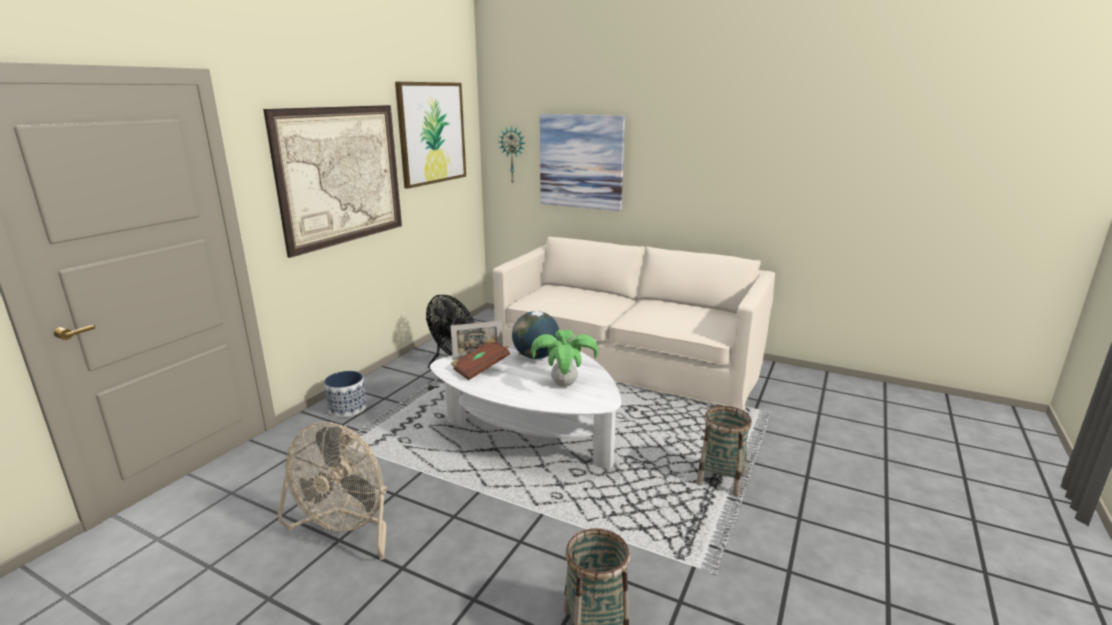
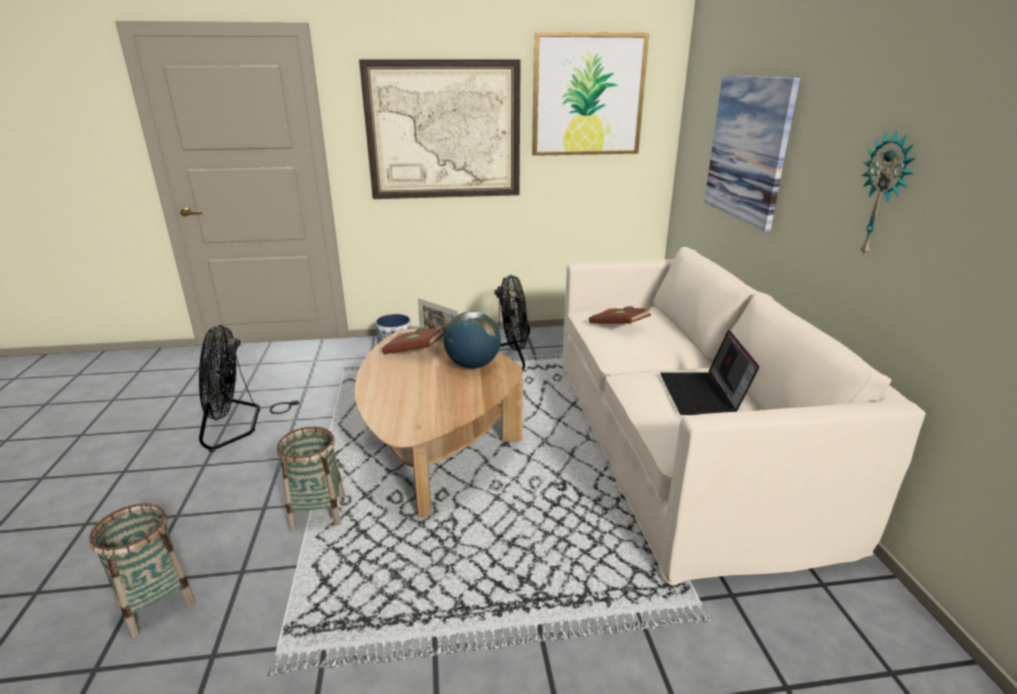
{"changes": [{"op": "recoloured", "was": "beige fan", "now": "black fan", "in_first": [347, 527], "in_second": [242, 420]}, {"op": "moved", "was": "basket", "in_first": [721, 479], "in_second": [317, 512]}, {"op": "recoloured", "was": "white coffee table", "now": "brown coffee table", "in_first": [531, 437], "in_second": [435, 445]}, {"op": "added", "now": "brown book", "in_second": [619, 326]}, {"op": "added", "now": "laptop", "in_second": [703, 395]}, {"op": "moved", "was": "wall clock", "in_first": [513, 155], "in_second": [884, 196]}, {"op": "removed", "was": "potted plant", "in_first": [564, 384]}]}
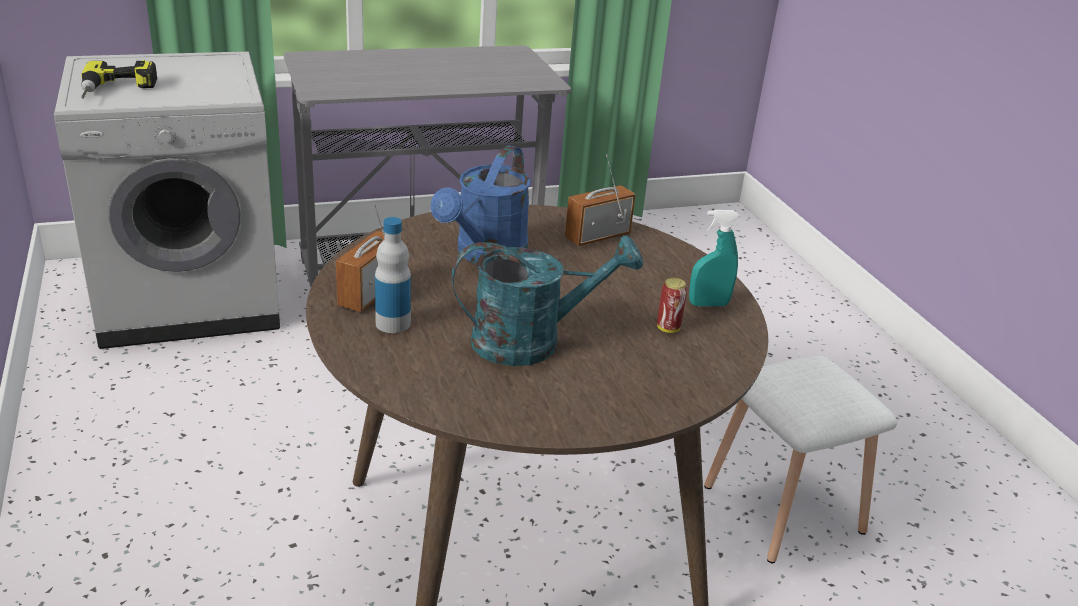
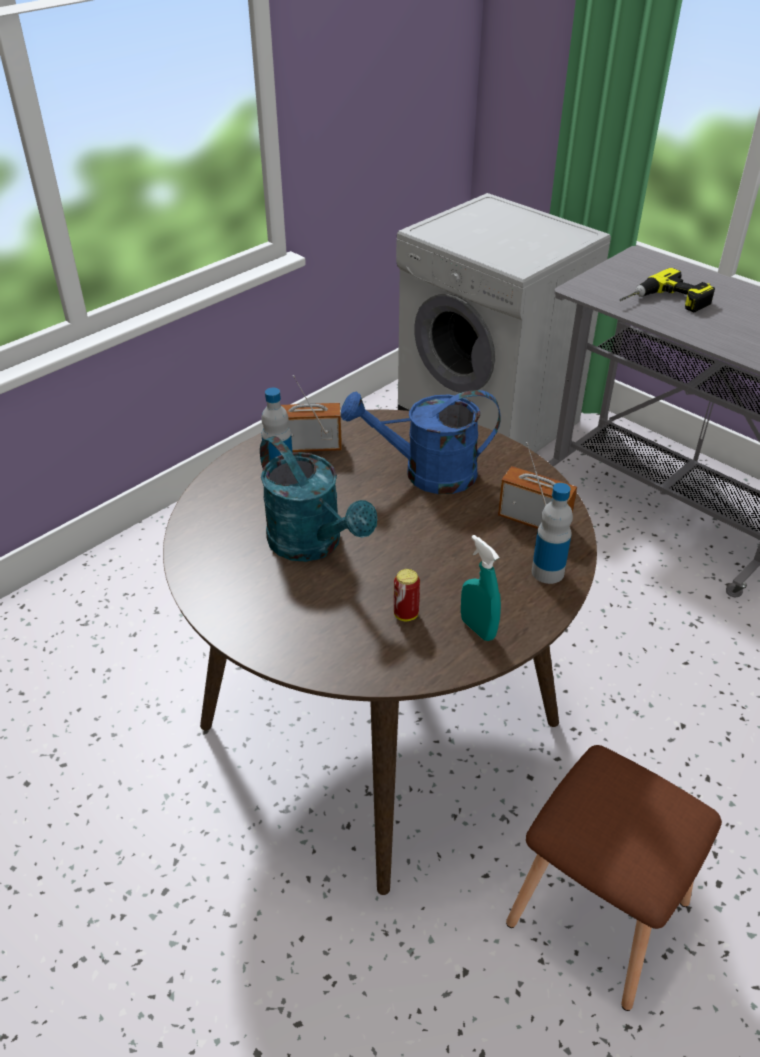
{"changes": [{"op": "recoloured", "was": "white stool", "now": "brown stool", "in_first": [786, 510], "in_second": [598, 916]}, {"op": "added", "now": "bottle", "in_second": [547, 572]}, {"op": "moved", "was": "power drill", "in_first": [117, 90], "in_second": [665, 303]}]}
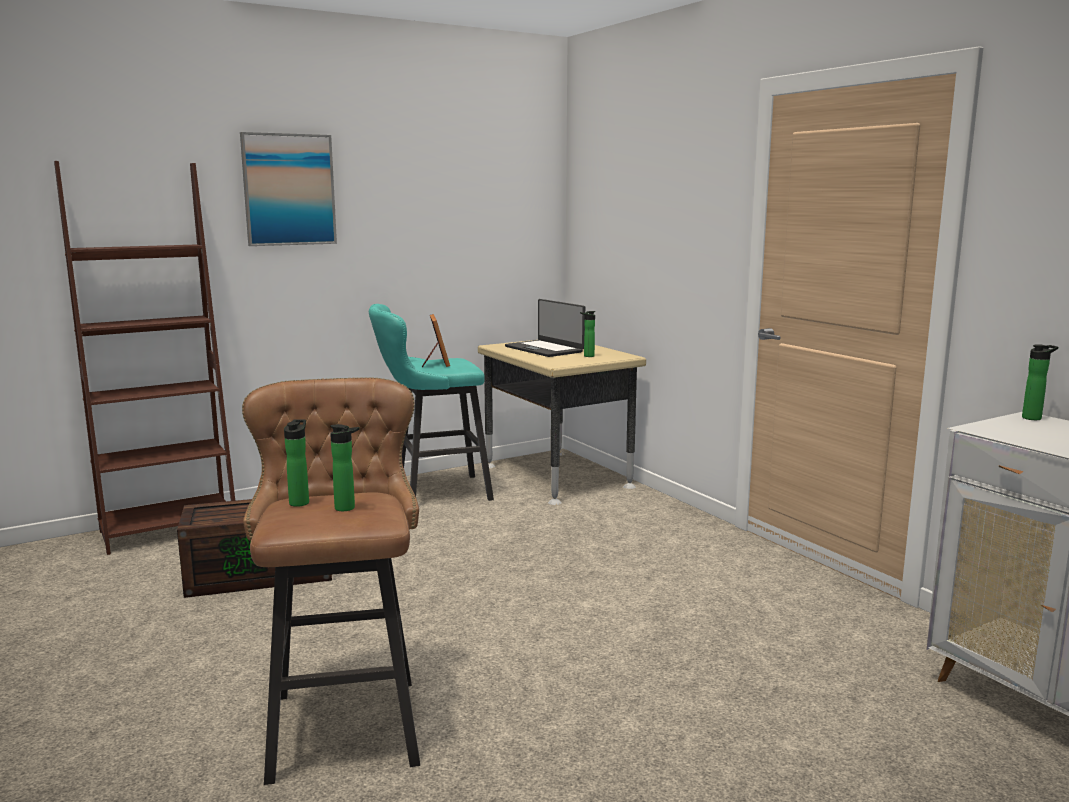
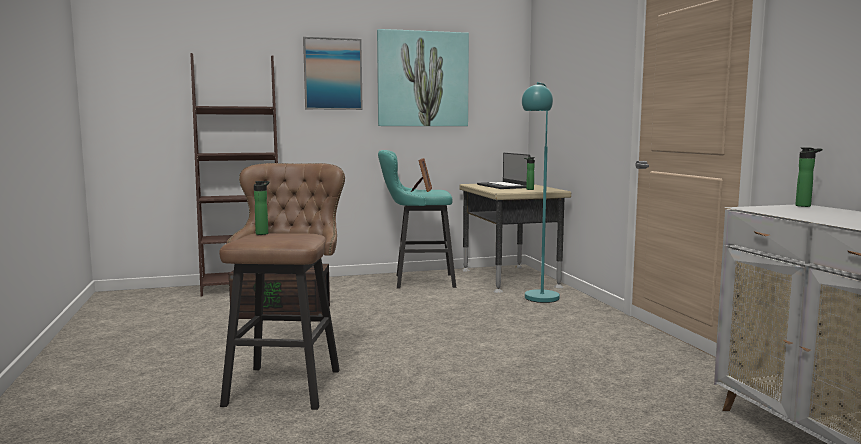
{"changes": [{"op": "added", "now": "picture", "in_second": [422, 79]}, {"op": "added", "now": "turquoise floor lamp", "in_second": [538, 301]}, {"op": "removed", "was": "bottle", "in_first": [348, 508]}]}
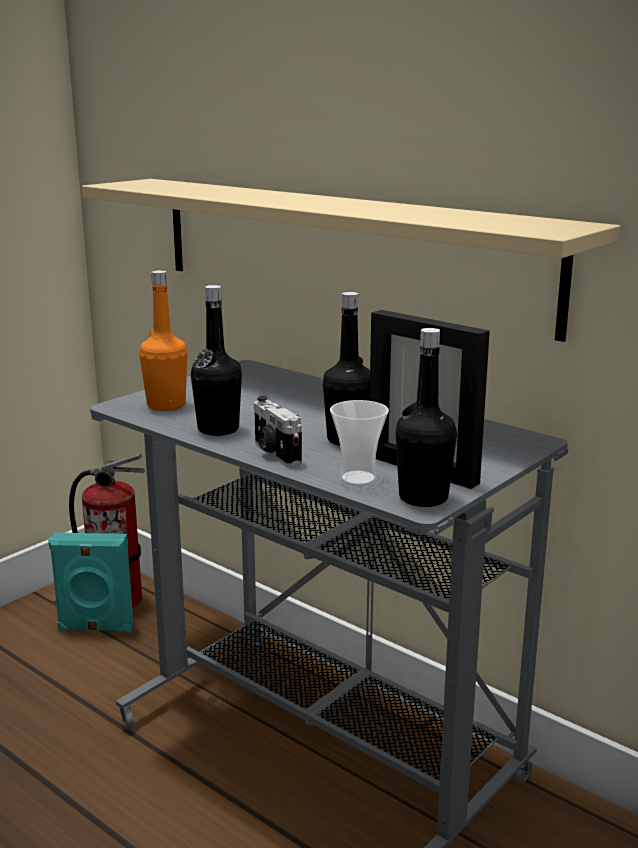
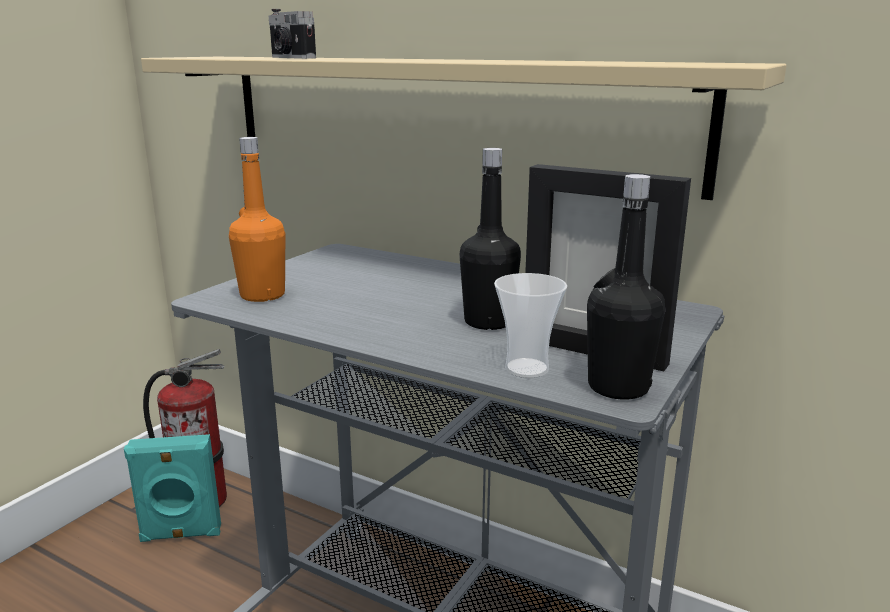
{"changes": [{"op": "moved", "was": "photo camera", "in_first": [275, 453], "in_second": [291, 58]}, {"op": "removed", "was": "black bottle", "in_first": [218, 429]}]}
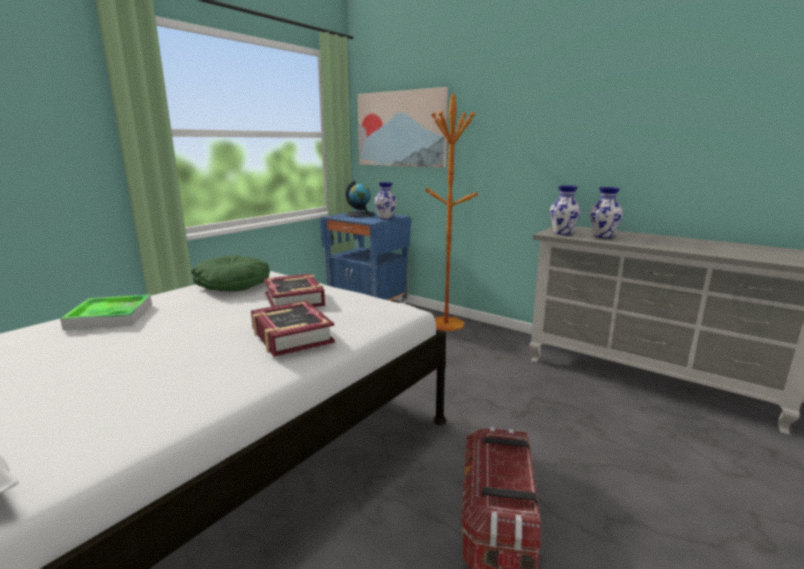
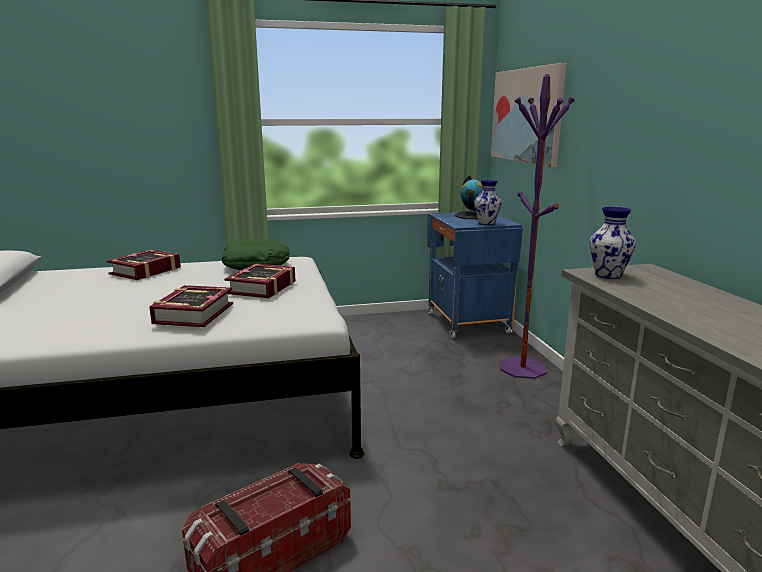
{"changes": [{"op": "replaced", "was": "tray", "now": "book", "in_first": [110, 316], "in_second": [146, 271]}, {"op": "recoloured", "was": "orange clothes rack", "now": "purple clothes rack", "in_first": [446, 323], "in_second": [523, 368]}, {"op": "removed", "was": "vase", "in_first": [603, 236]}]}
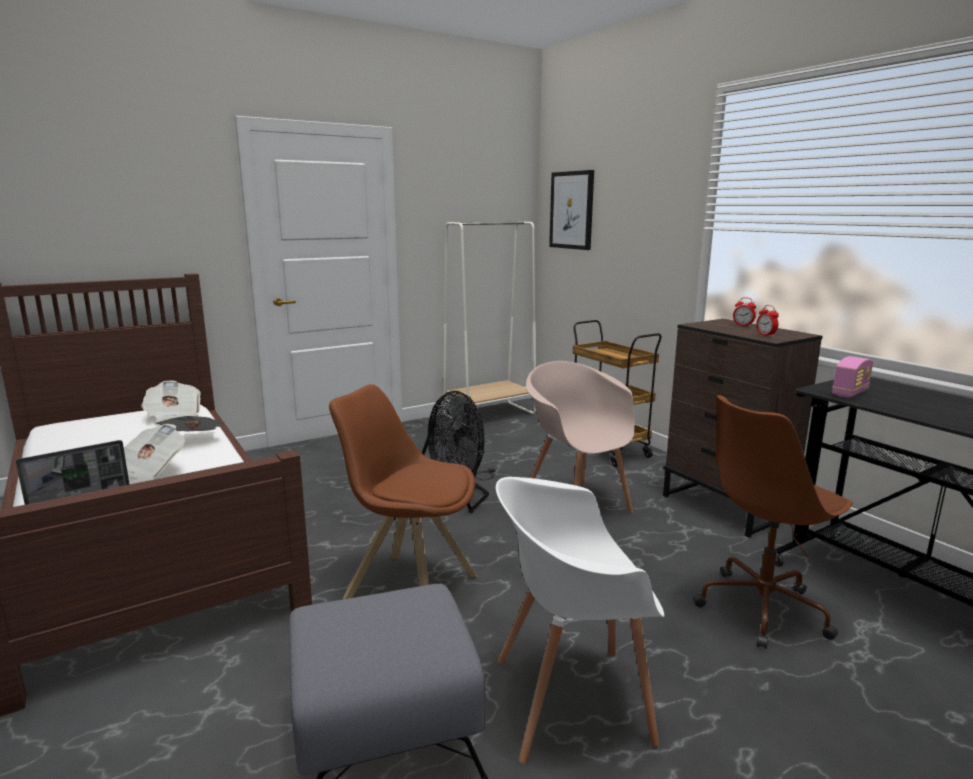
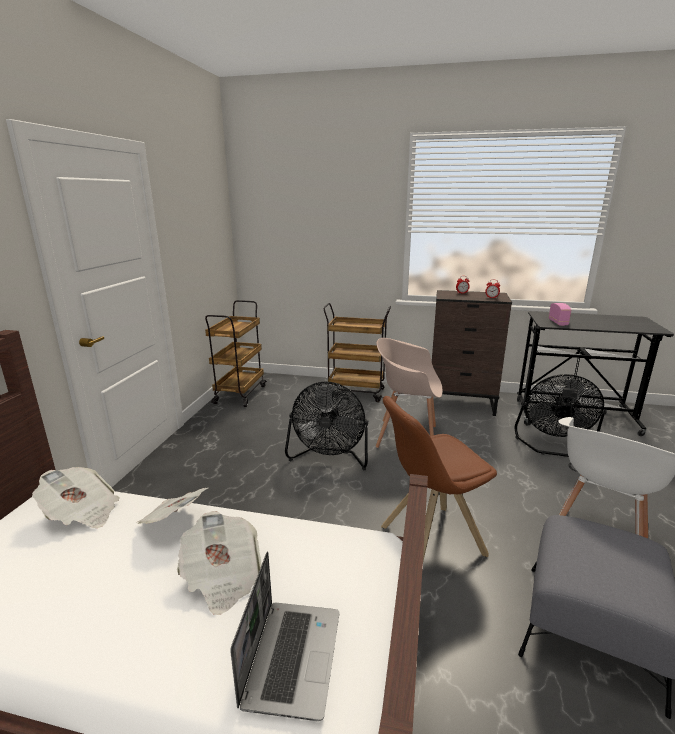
{"changes": [{"op": "replaced", "was": "clothes rack", "now": "brown cart", "in_first": [489, 415], "in_second": [240, 394]}, {"op": "replaced", "was": "brown office chair", "now": "black fan", "in_first": [759, 611], "in_second": [559, 451]}, {"op": "removed", "was": "picture", "in_first": [572, 210]}]}
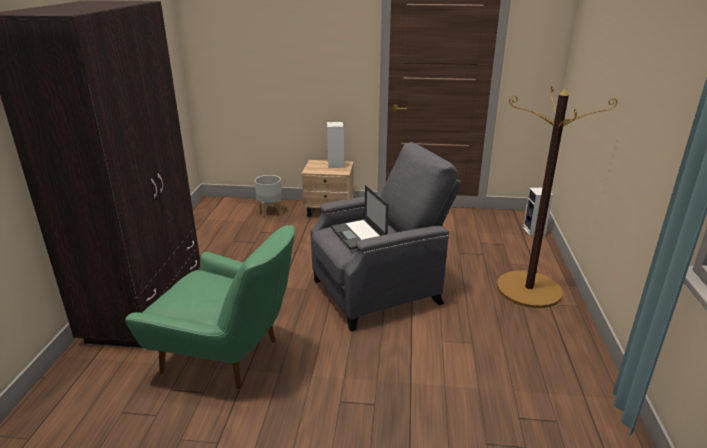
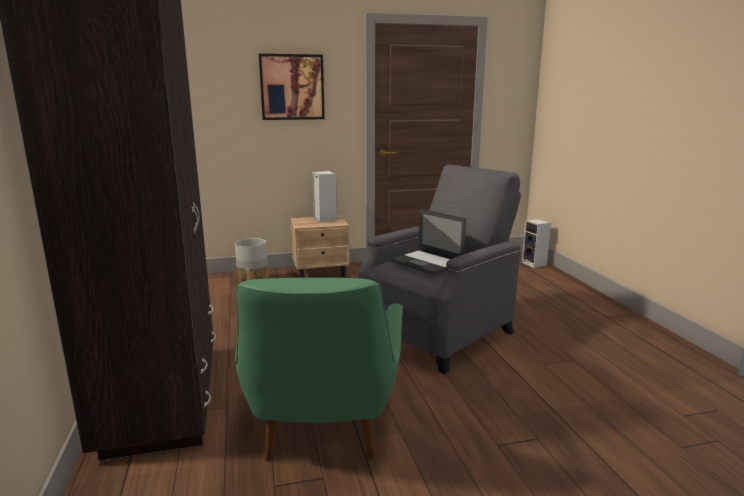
{"changes": [{"op": "turned", "was": "green armchair", "in_first": [228, 356], "in_second": [322, 430], "clockwise": 90}, {"op": "added", "now": "picture", "in_second": [292, 87]}, {"op": "removed", "was": "brown clothes rack", "in_first": [529, 289]}]}
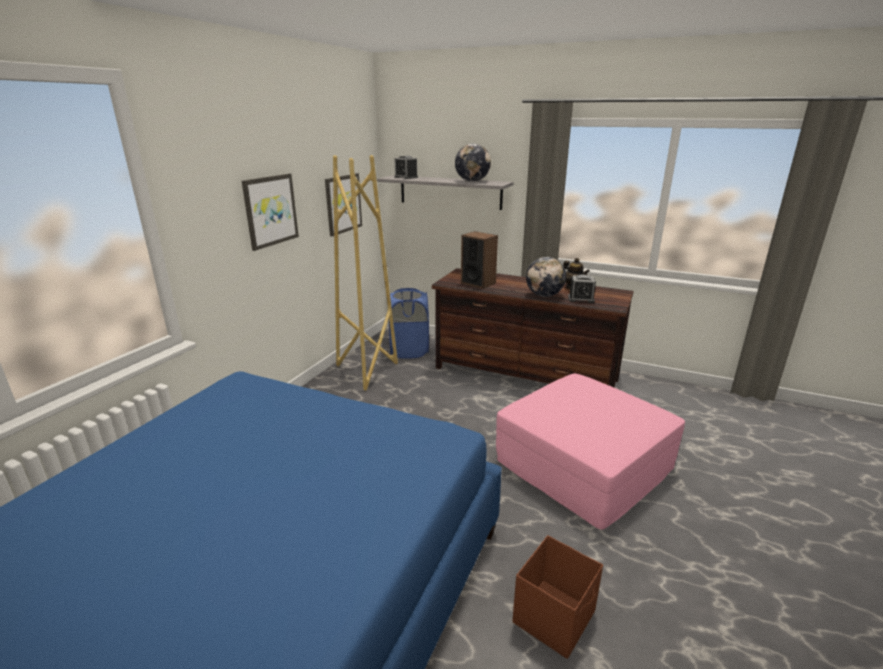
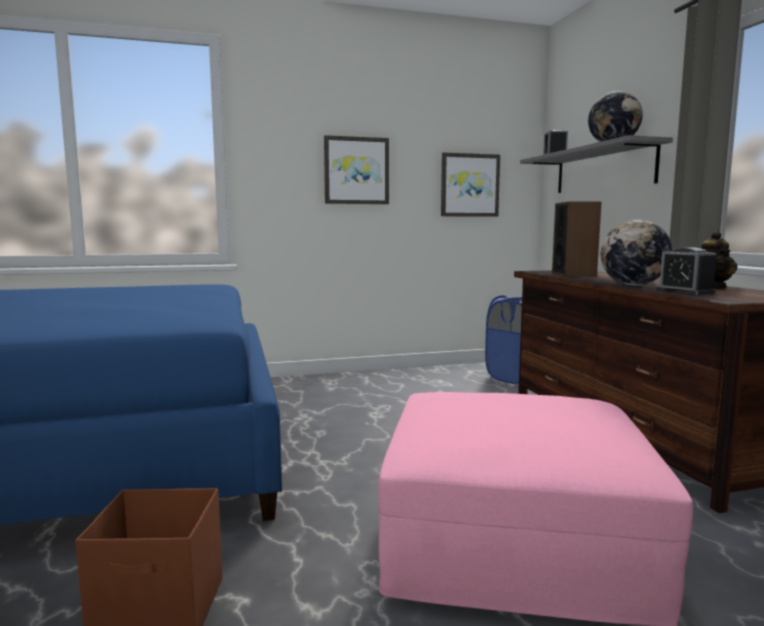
{"changes": [{"op": "removed", "was": "yellow clothes rack", "in_first": [366, 372]}]}
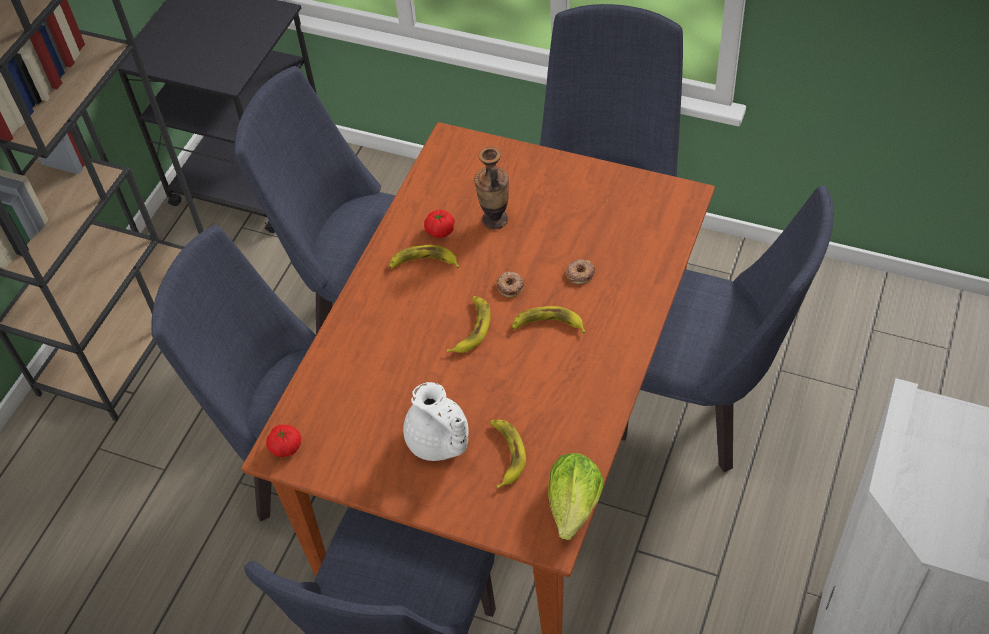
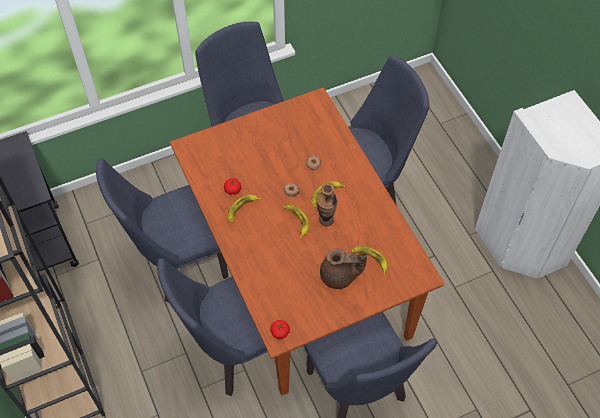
{"changes": [{"op": "moved", "was": "vase", "in_first": [495, 220], "in_second": [326, 219]}, {"op": "recoloured", "was": "white teapot", "now": "brown teapot", "in_first": [439, 442], "in_second": [339, 276]}, {"op": "removed", "was": "lettuce", "in_first": [574, 505]}]}
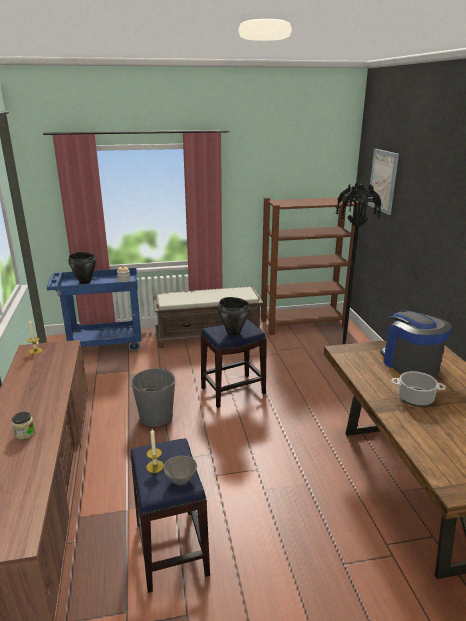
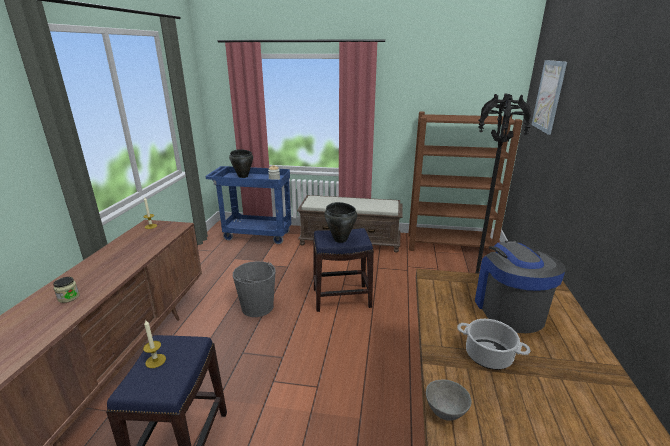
{"changes": [{"op": "moved", "was": "grey bowl", "in_first": [181, 480], "in_second": [445, 413]}]}
